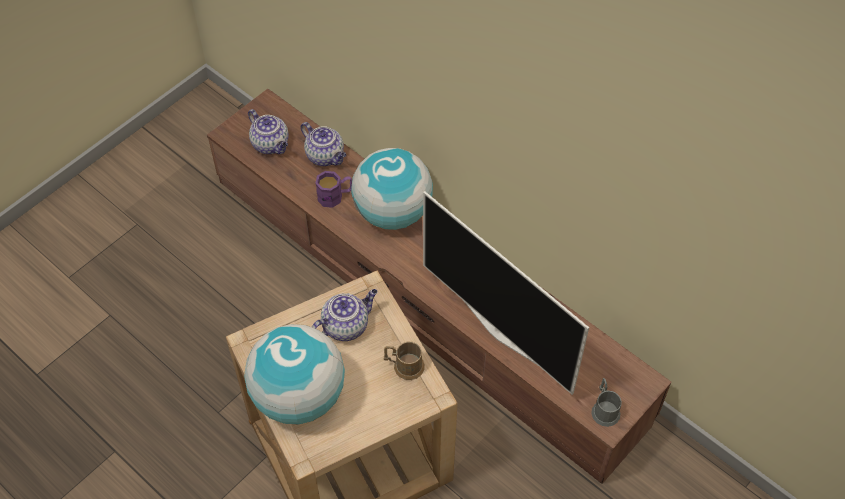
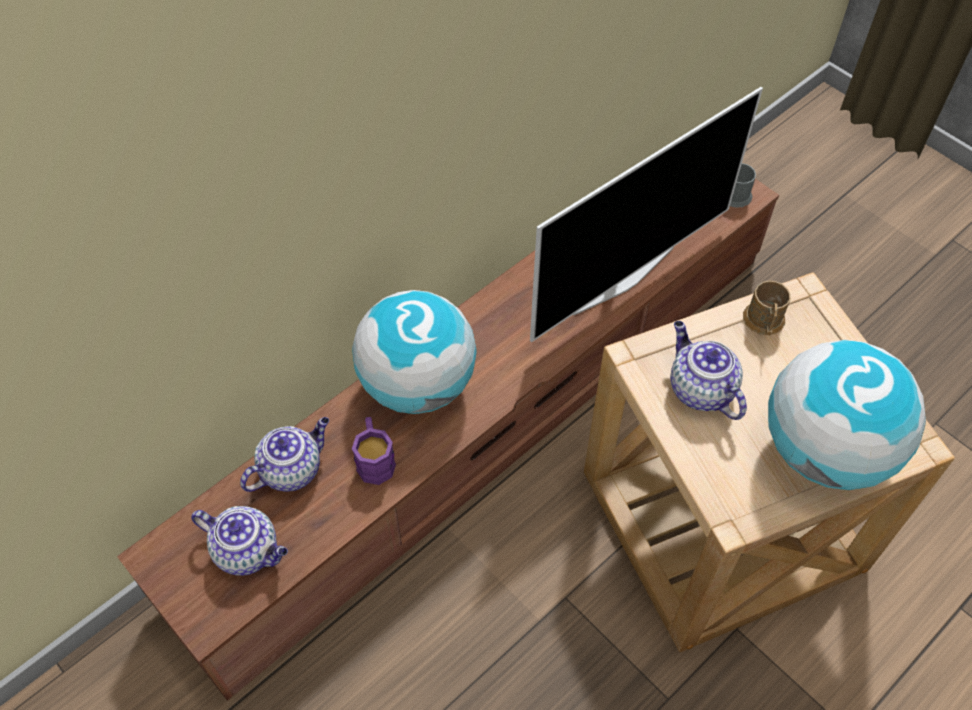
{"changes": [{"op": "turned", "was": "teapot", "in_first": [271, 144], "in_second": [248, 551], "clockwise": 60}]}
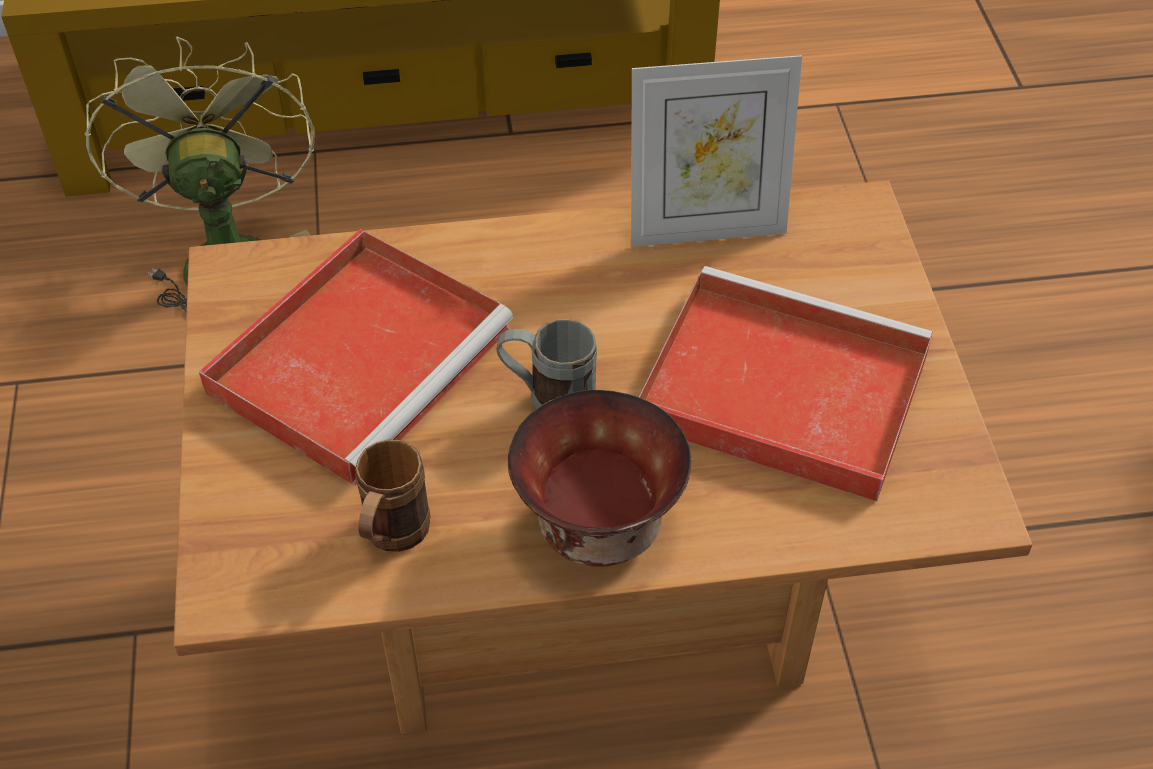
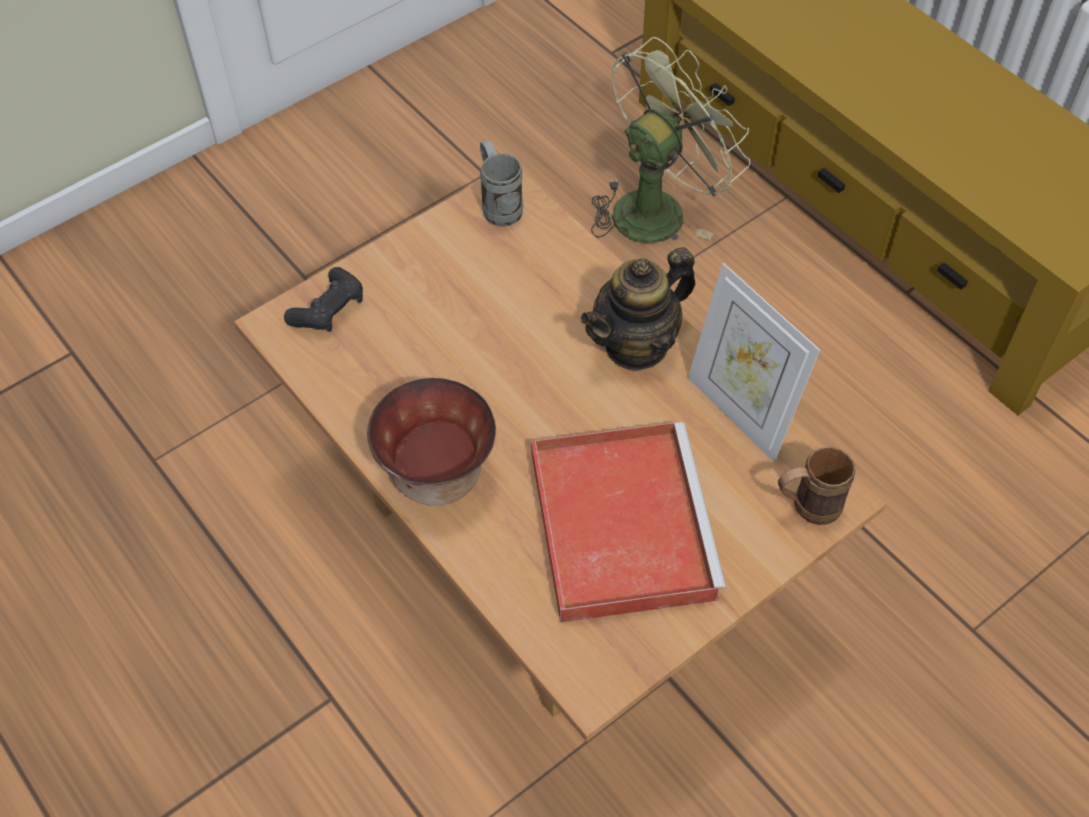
{"changes": [{"op": "added", "now": "black game controller", "in_second": [328, 309]}, {"op": "moved", "was": "grey mug", "in_first": [548, 401], "in_second": [498, 204]}, {"op": "added", "now": "teapot", "in_second": [637, 345]}, {"op": "moved", "was": "brown mug", "in_first": [391, 539], "in_second": [806, 508]}, {"op": "removed", "was": "red tray", "in_first": [362, 356]}]}
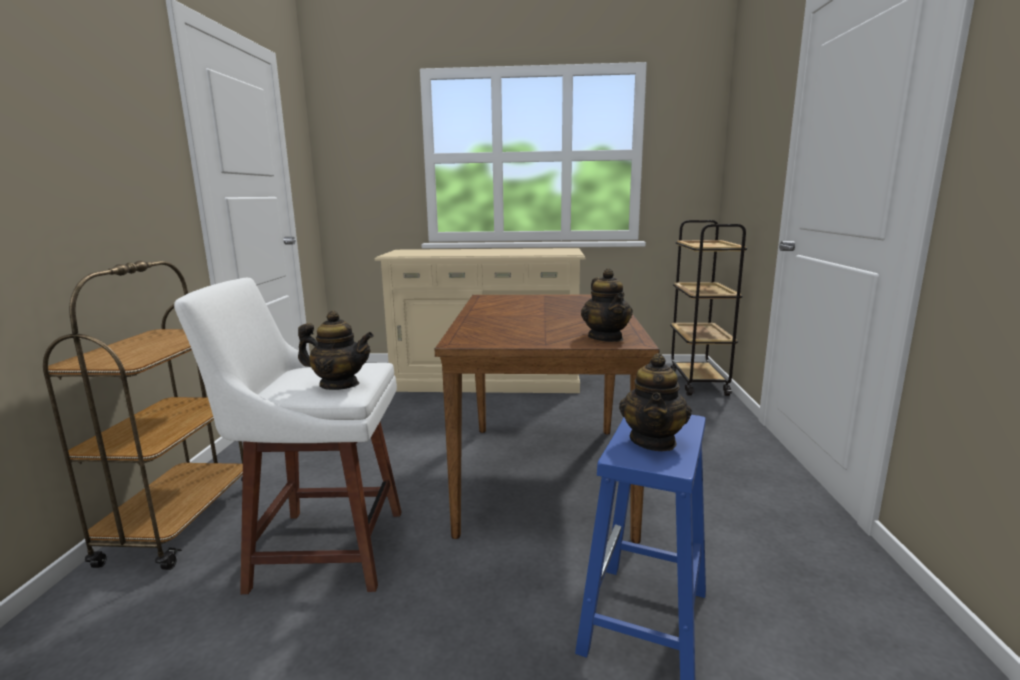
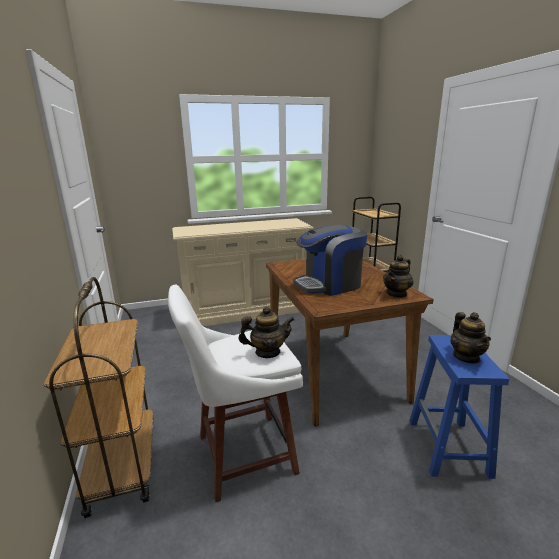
{"changes": [{"op": "added", "now": "coffee machine", "in_second": [329, 284]}, {"op": "turned", "was": "teapot", "in_first": [606, 338], "in_second": [396, 294], "clockwise": 75}]}
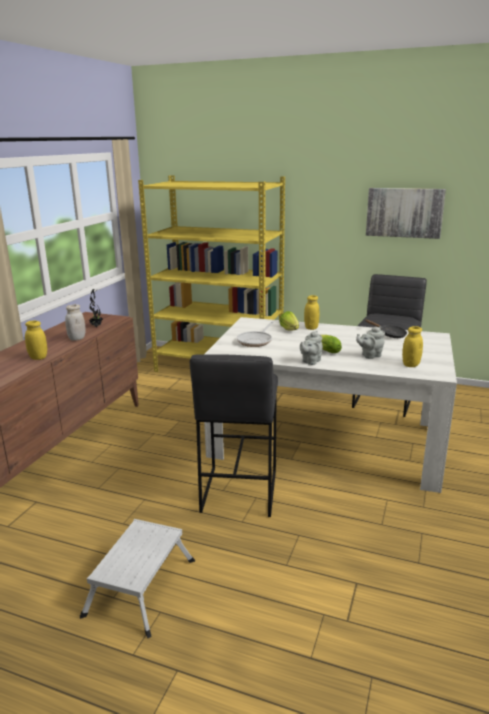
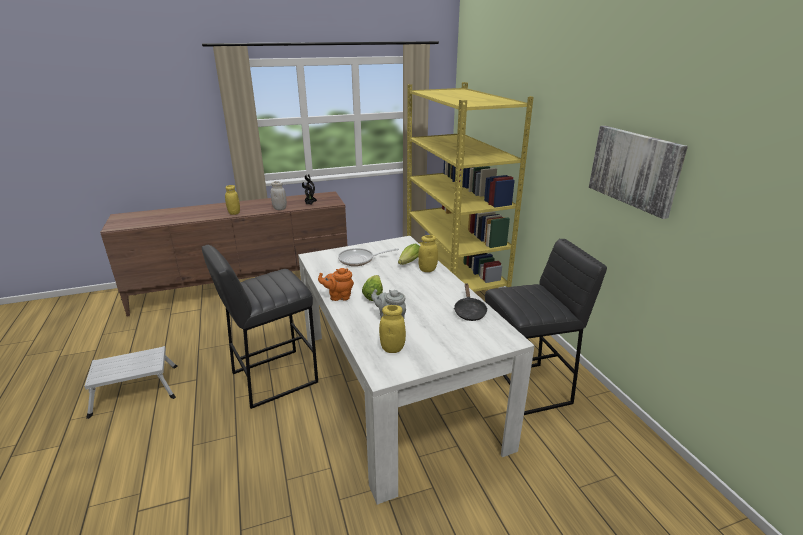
{"changes": [{"op": "recoloured", "was": "grey teapot", "now": "orange teapot", "in_first": [310, 361], "in_second": [338, 296]}]}
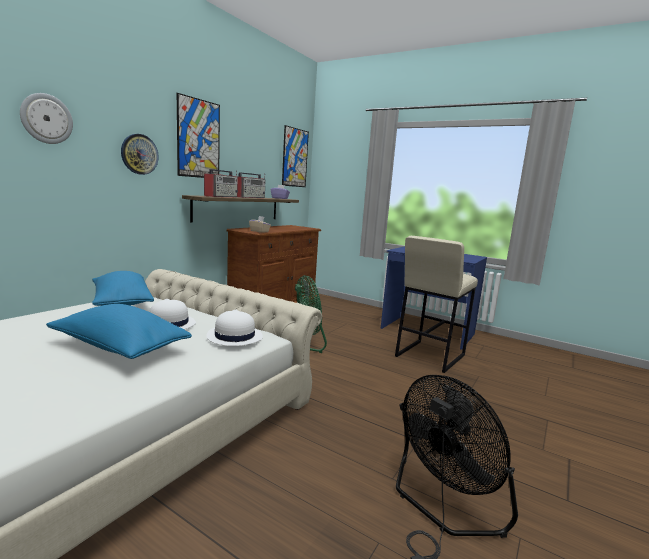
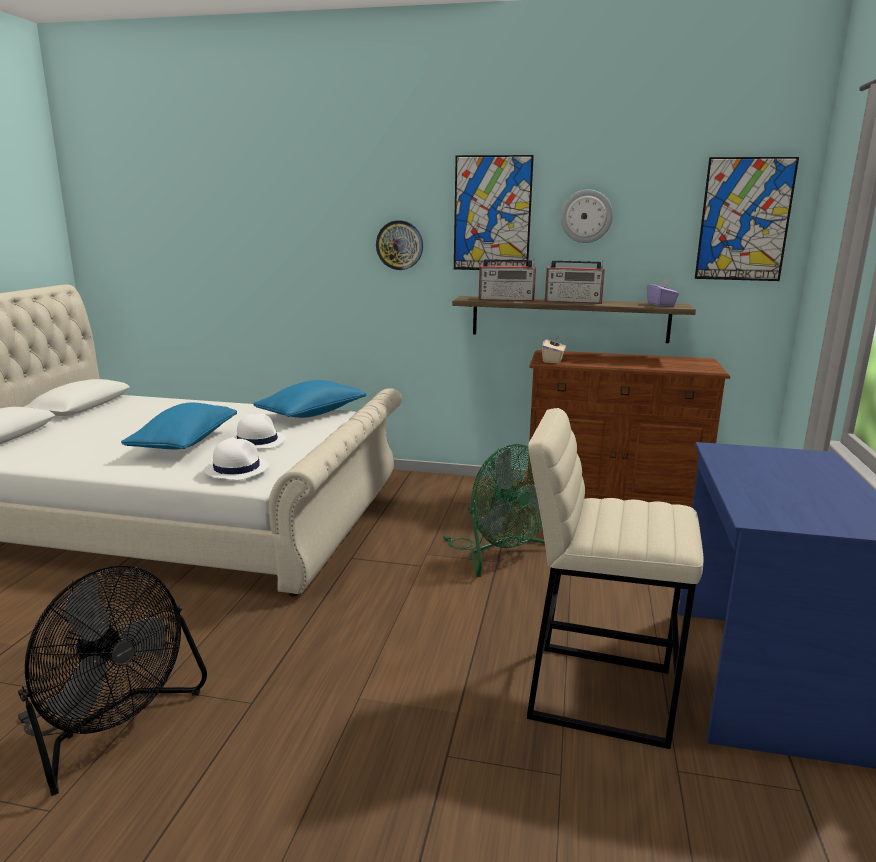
{"changes": [{"op": "moved", "was": "wall clock", "in_first": [46, 119], "in_second": [586, 216]}]}
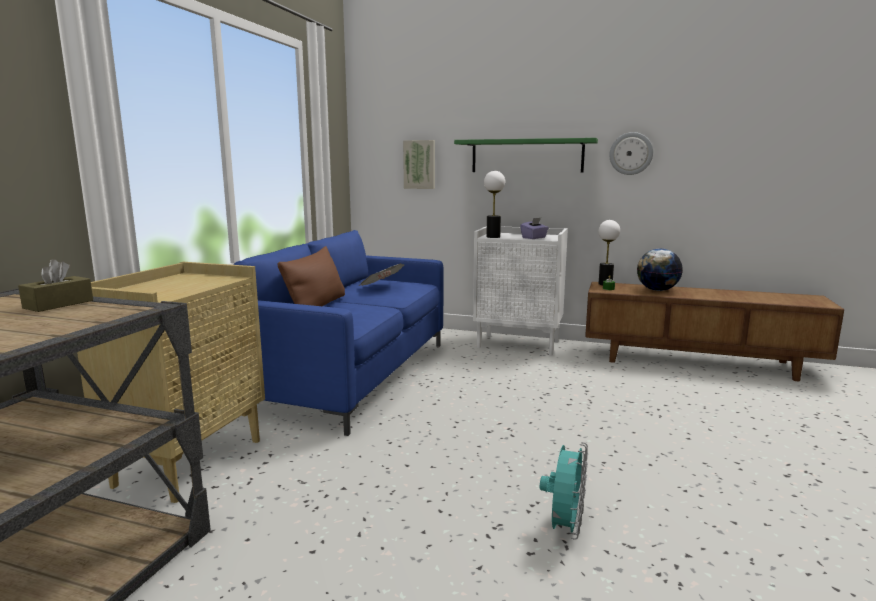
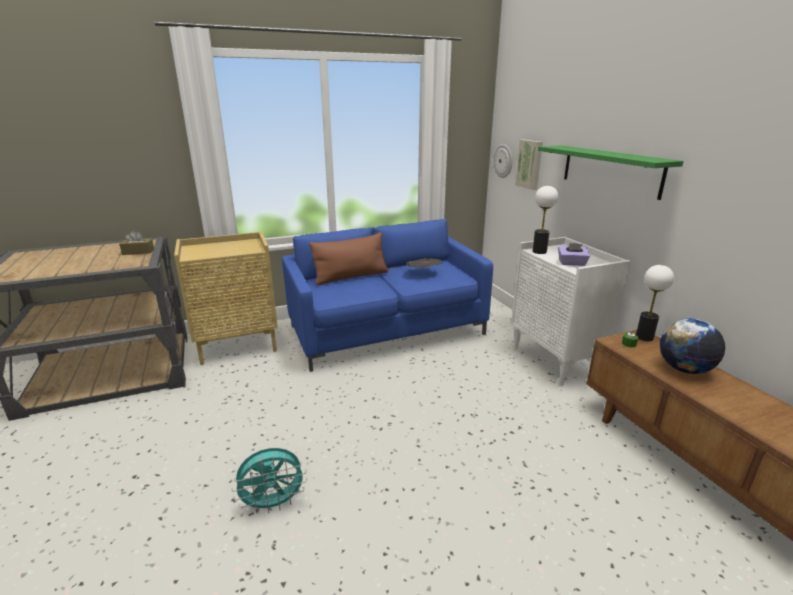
{"changes": [{"op": "moved", "was": "wall clock", "in_first": [631, 153], "in_second": [503, 161]}]}
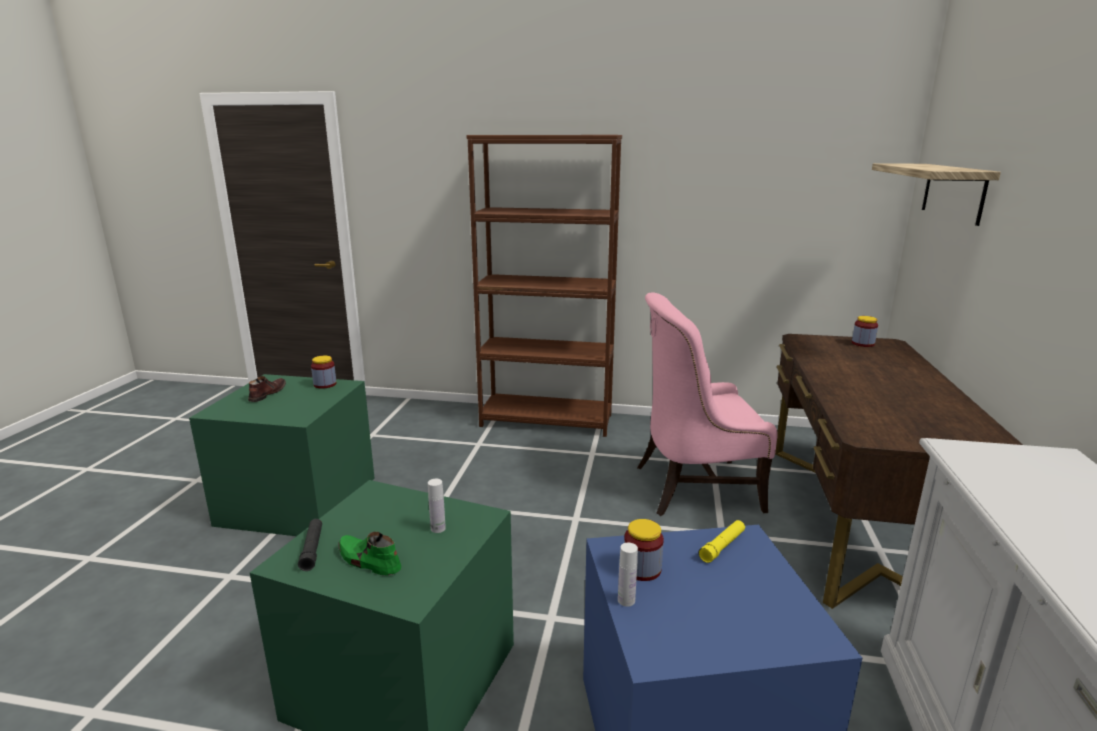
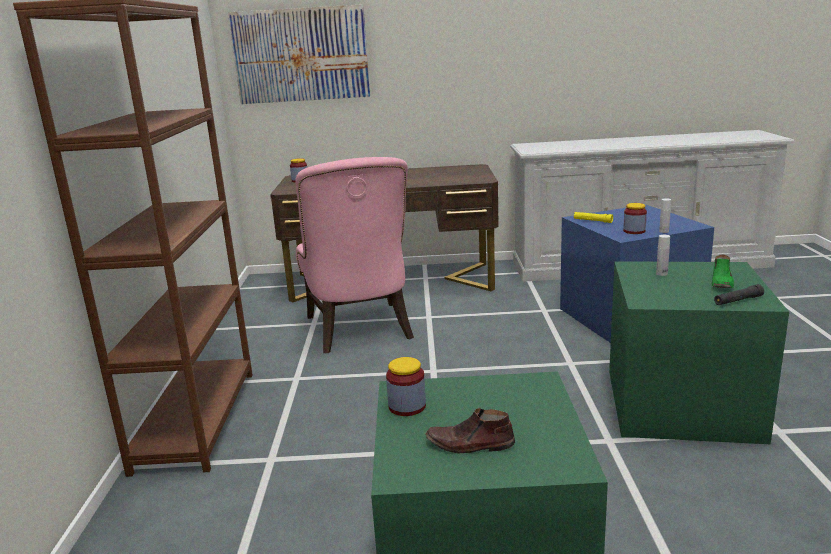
{"changes": [{"op": "replaced", "was": "shelf", "now": "picture", "in_first": [953, 192], "in_second": [301, 55]}]}
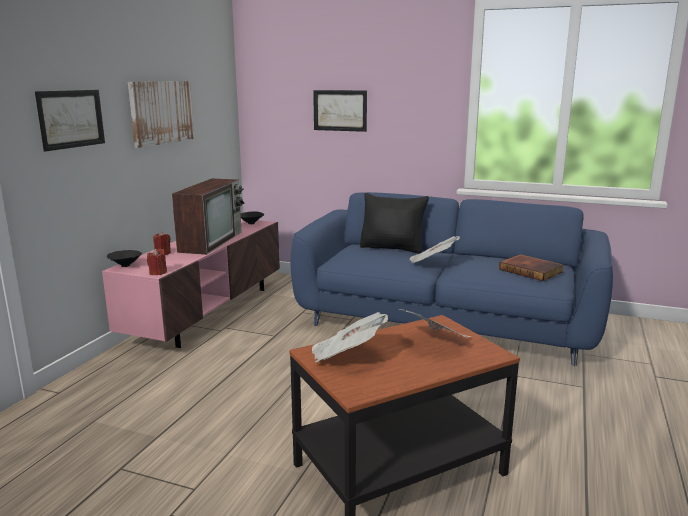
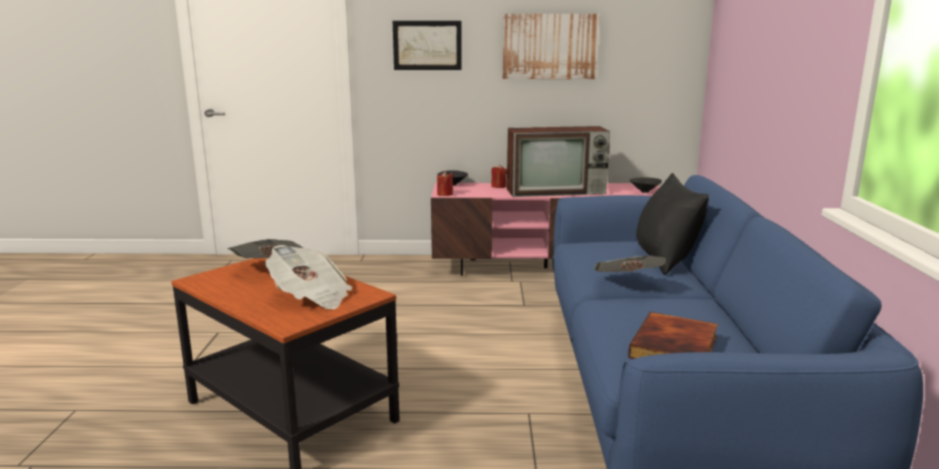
{"changes": [{"op": "removed", "was": "picture", "in_first": [340, 110]}]}
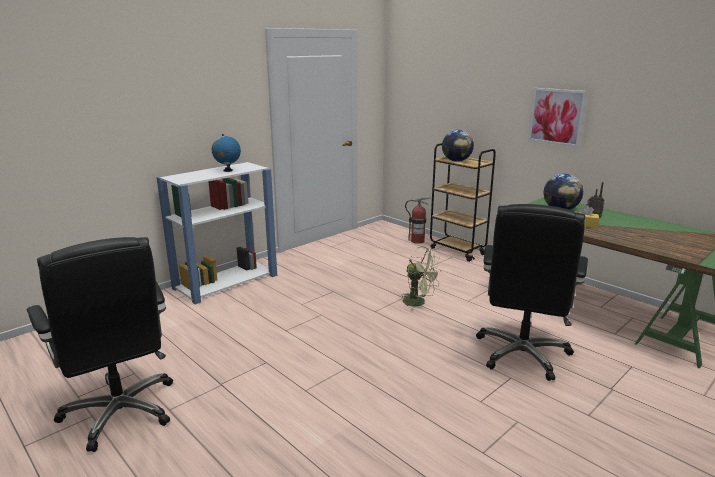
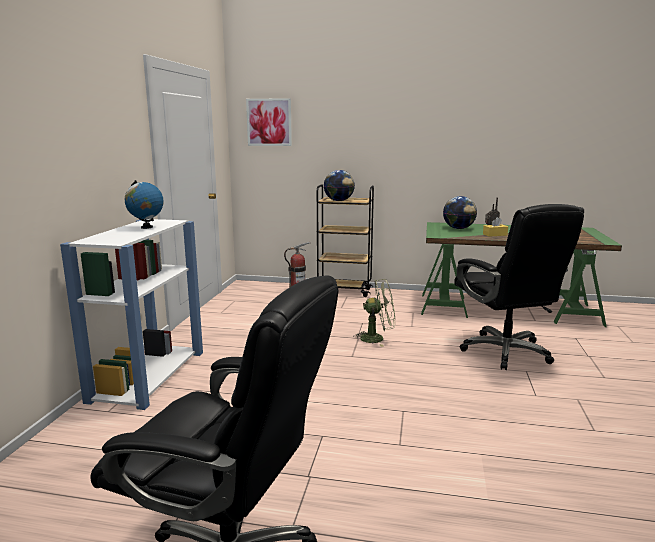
{"changes": [{"op": "moved", "was": "picture", "in_first": [556, 116], "in_second": [269, 122]}]}
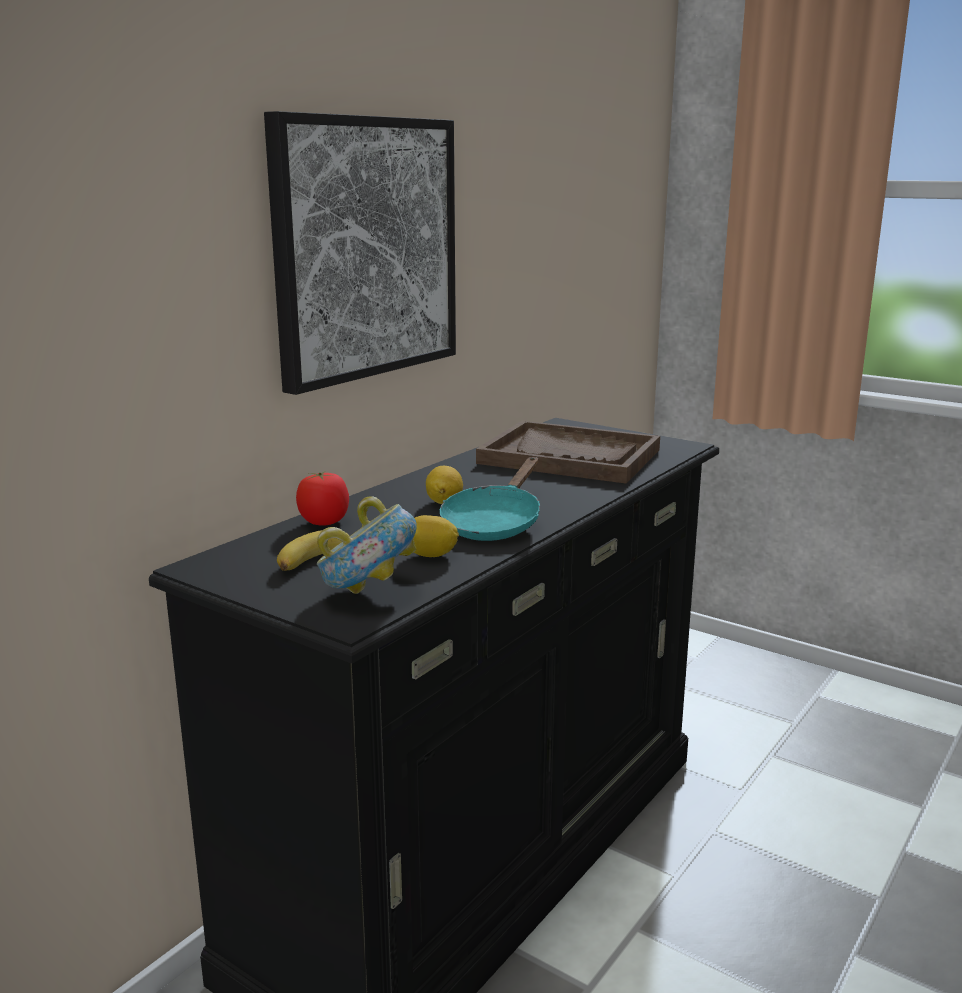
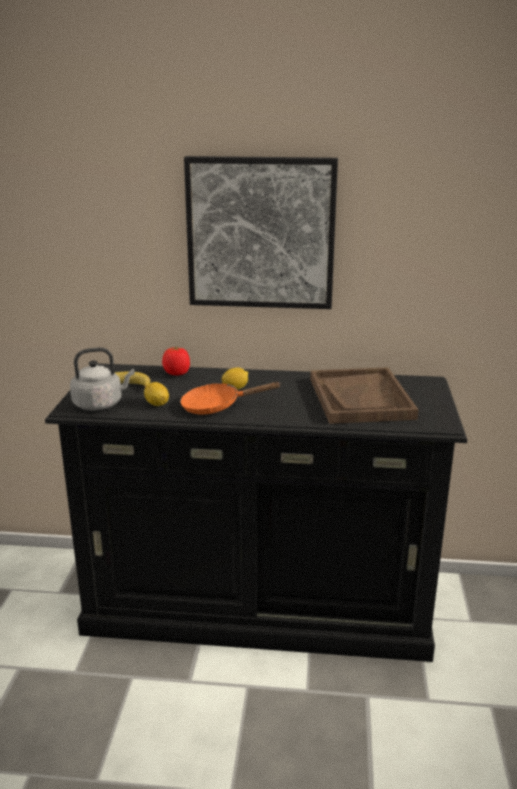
{"changes": [{"op": "replaced", "was": "bowl", "now": "grey kettle", "in_first": [368, 593], "in_second": [100, 404]}, {"op": "recoloured", "was": "turquoise frying pan", "now": "orange frying pan", "in_first": [494, 523], "in_second": [217, 406]}]}
